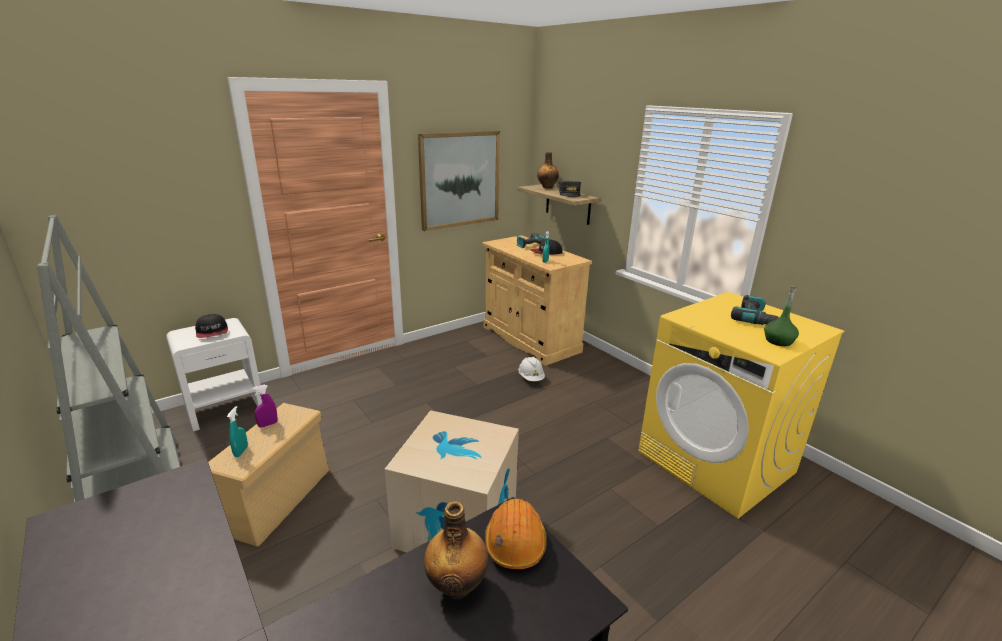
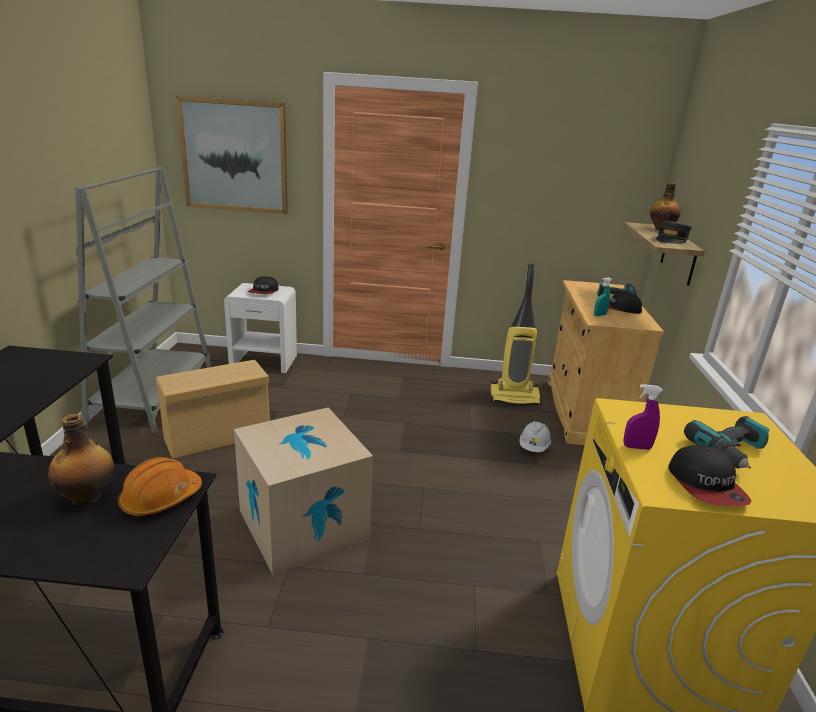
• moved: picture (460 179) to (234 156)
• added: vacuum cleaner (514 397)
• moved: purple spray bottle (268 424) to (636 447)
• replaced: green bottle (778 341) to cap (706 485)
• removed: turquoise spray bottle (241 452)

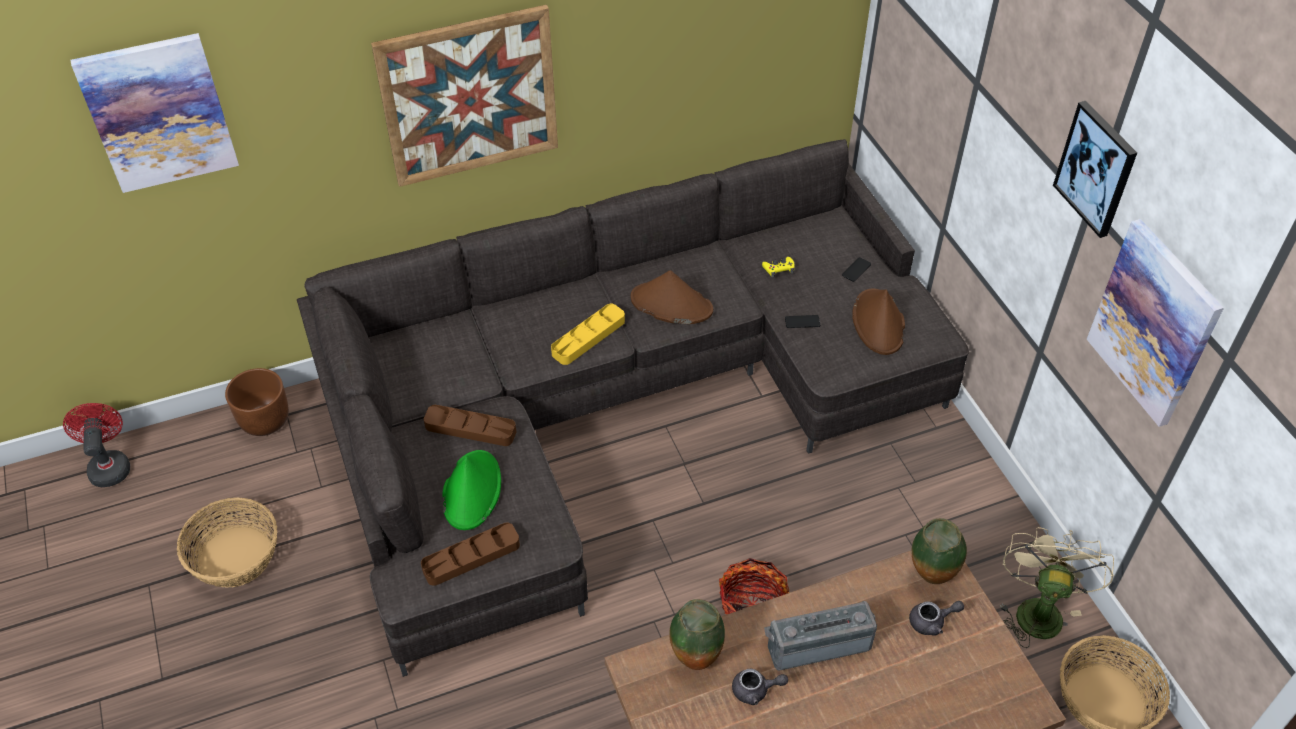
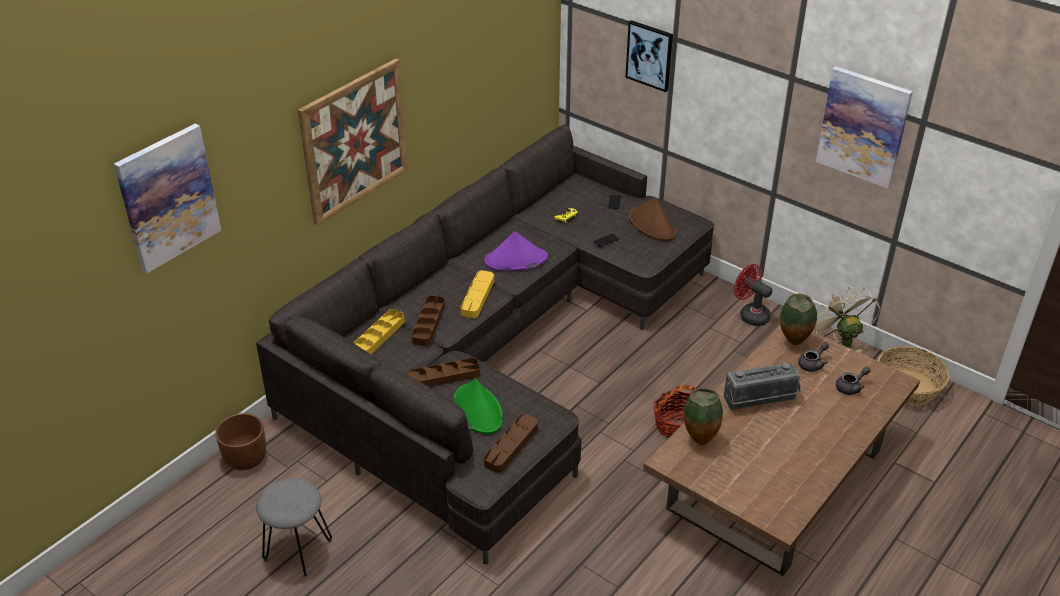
• replaced: basket (236 556) to grey stool (298 549)
• added: yellow tray (379 336)
• added: brown tray (428 323)
• recoloured: brown hat (671 304) to purple hat (515 260)
• moved: picture (1096 168) to (650 55)
• turned: radio (817 643) = (760 401) 150 degrees counterclockwise
• moved: red fan (109 465) to (750 315)
• moved: grey teapot (755 690) to (851 387)

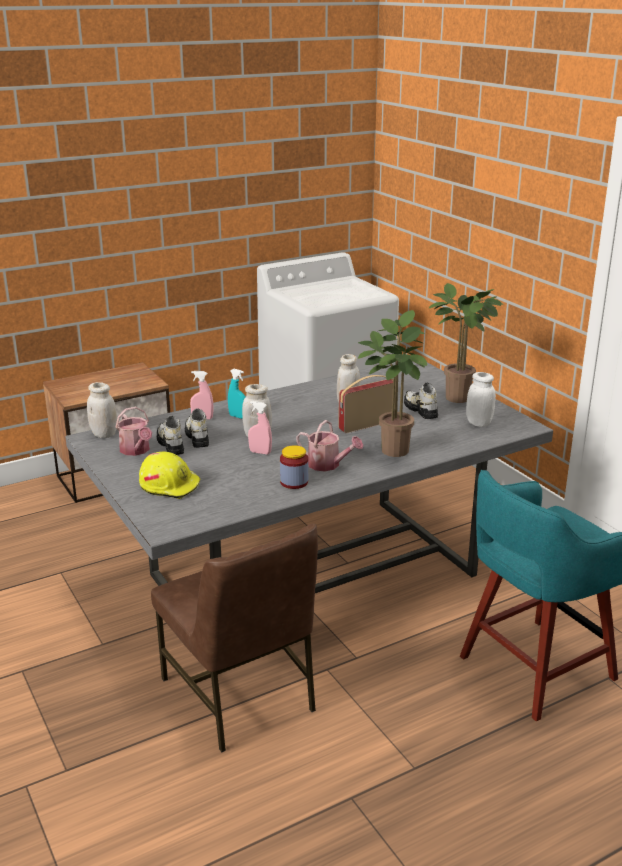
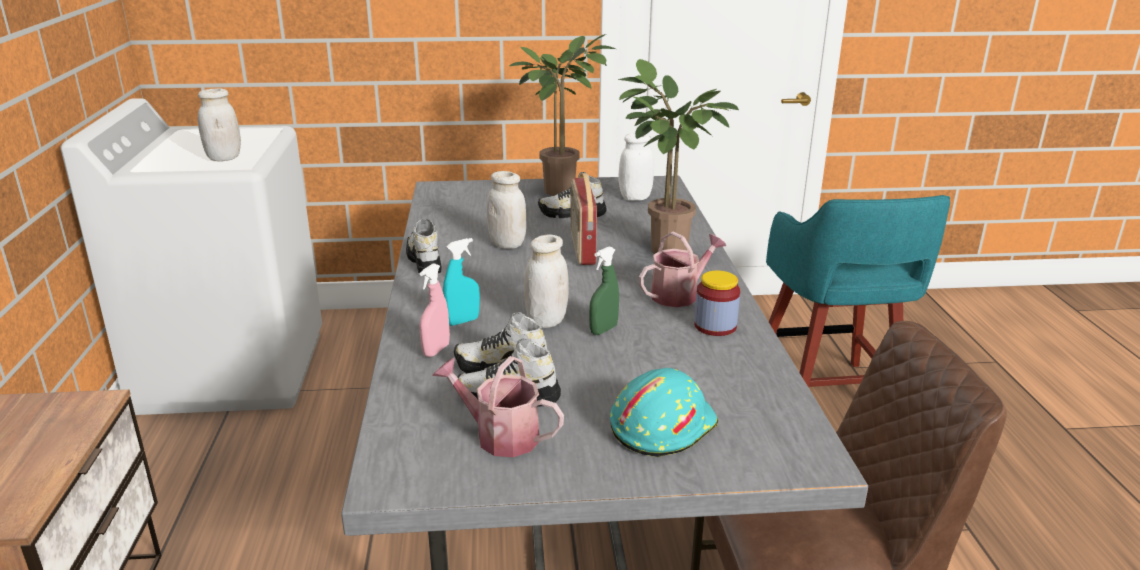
• moved: white jar (104 434) to (224 158)
• added: shoe (424 261)
• turned: watering can (136 450) = (499 436) 150 degrees counterclockwise
• recoloured: pink spray bottle (260 452) to green spray bottle (603 330)
• recoloured: yellow hard hat (170 485) to turquoise hard hat (661 426)

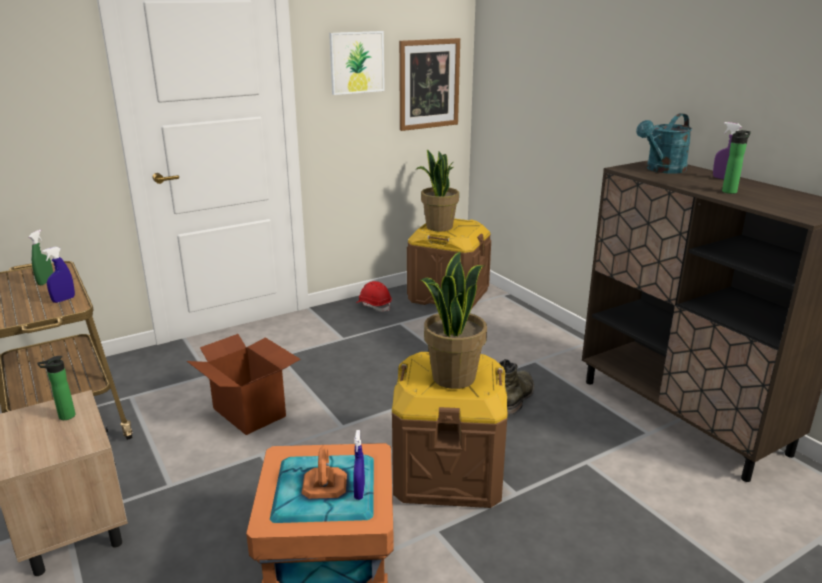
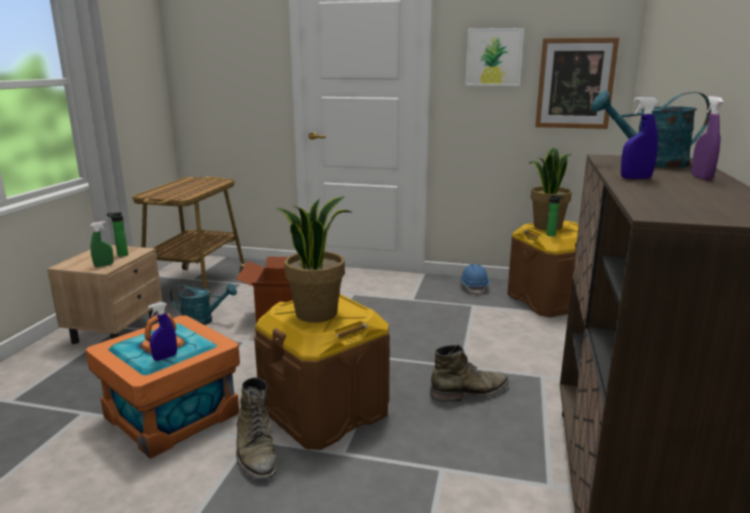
• moved: green spray bottle (45 282) to (104 265)
• added: turquoise watering can (203 321)
• added: green boot (256 451)
• recoloured: red hard hat (374 305) to blue hard hat (474 287)
• moved: bottle (730 191) to (552 235)
• moved: blue spray bottle (63 300) to (635 178)

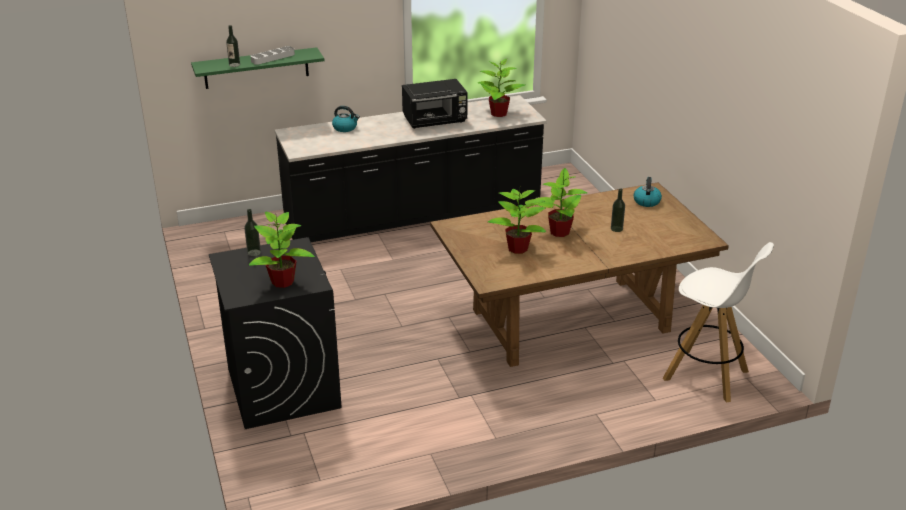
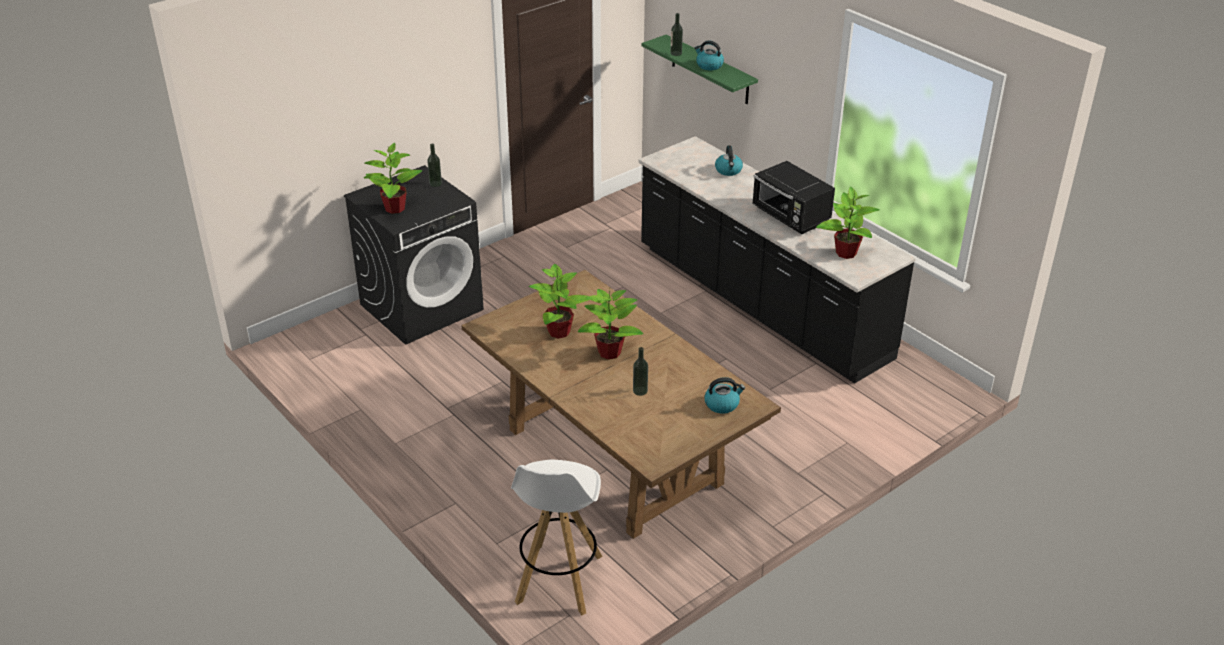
• replaced: grey tray (273 58) to kettle (709 65)

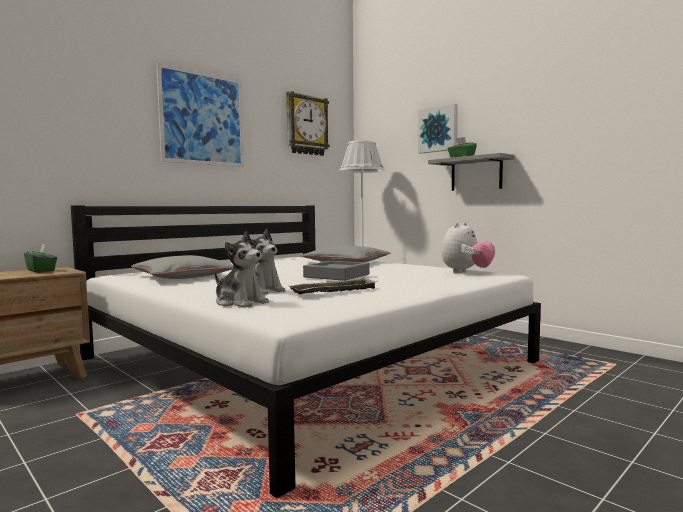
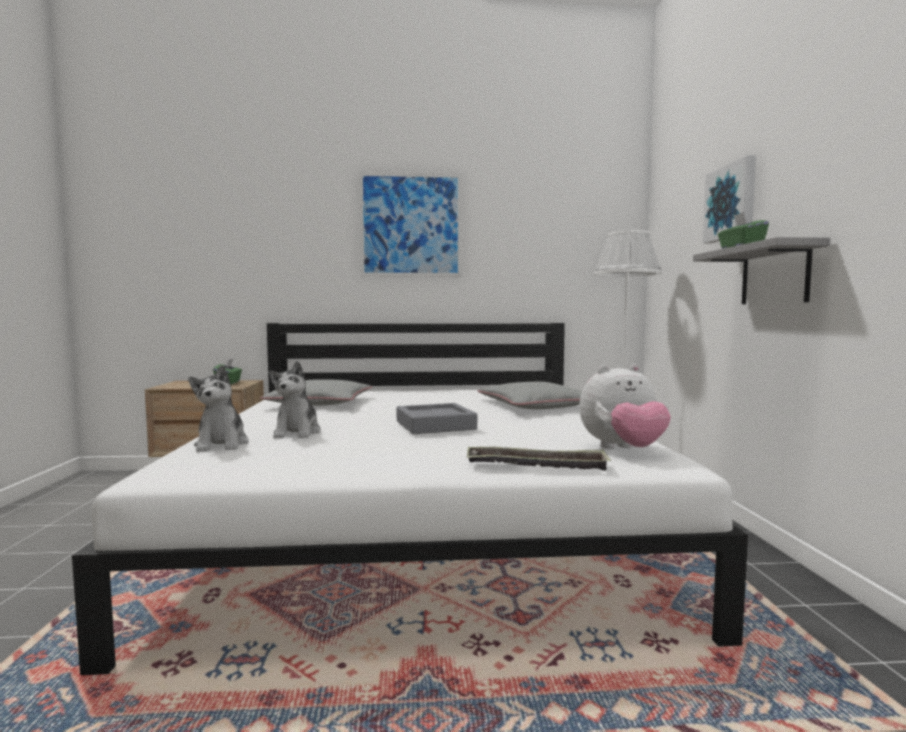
• moved: tray (334 292) to (536 465)
• removed: wall clock (306 125)

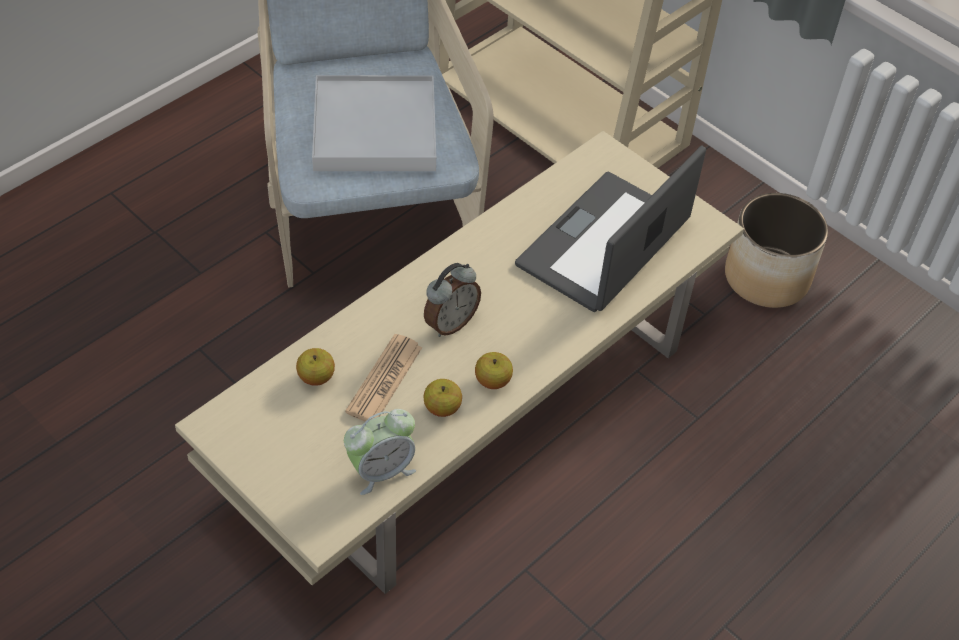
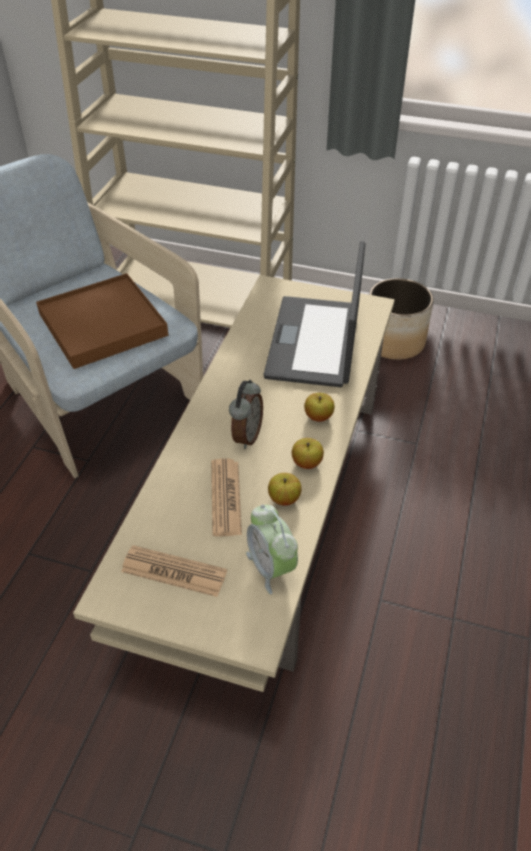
• recoloured: white tray (375 129) to brown tray (103 324)
• added: newspaper (174 571)
• turned: alarm clock (381 470) = (271 567) 120 degrees clockwise
• moved: apple (316 377) to (318 416)

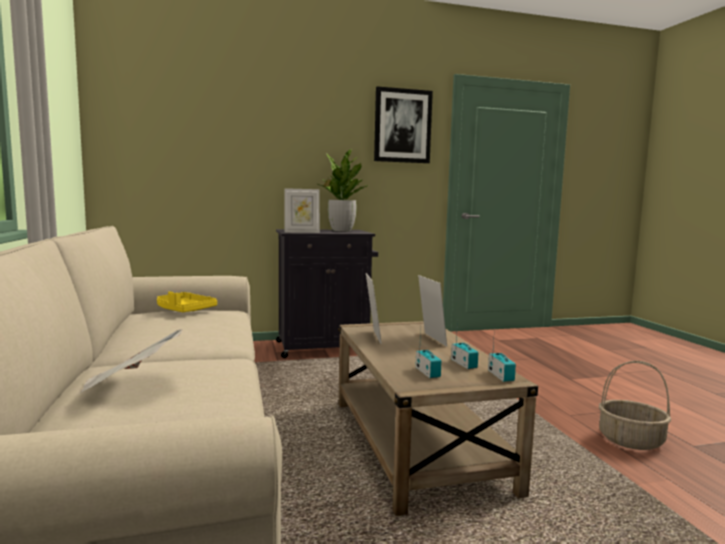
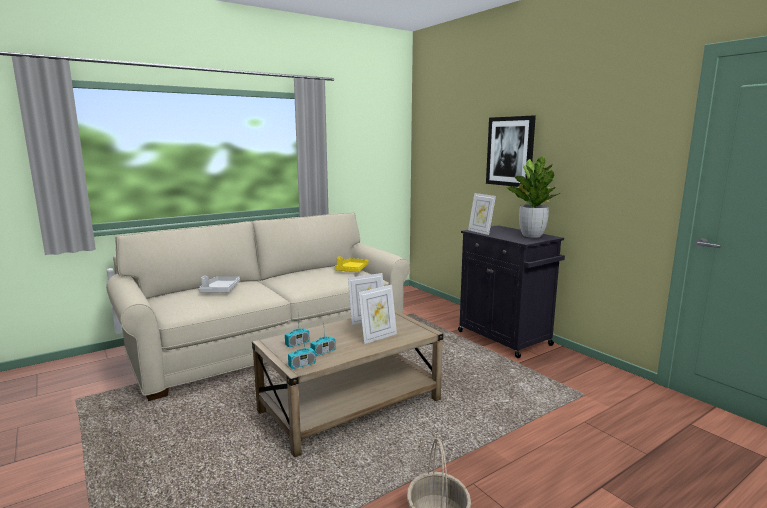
• replaced: newspaper (130 387) to grey tray (220 290)
• moved: picture (402 126) to (510 151)

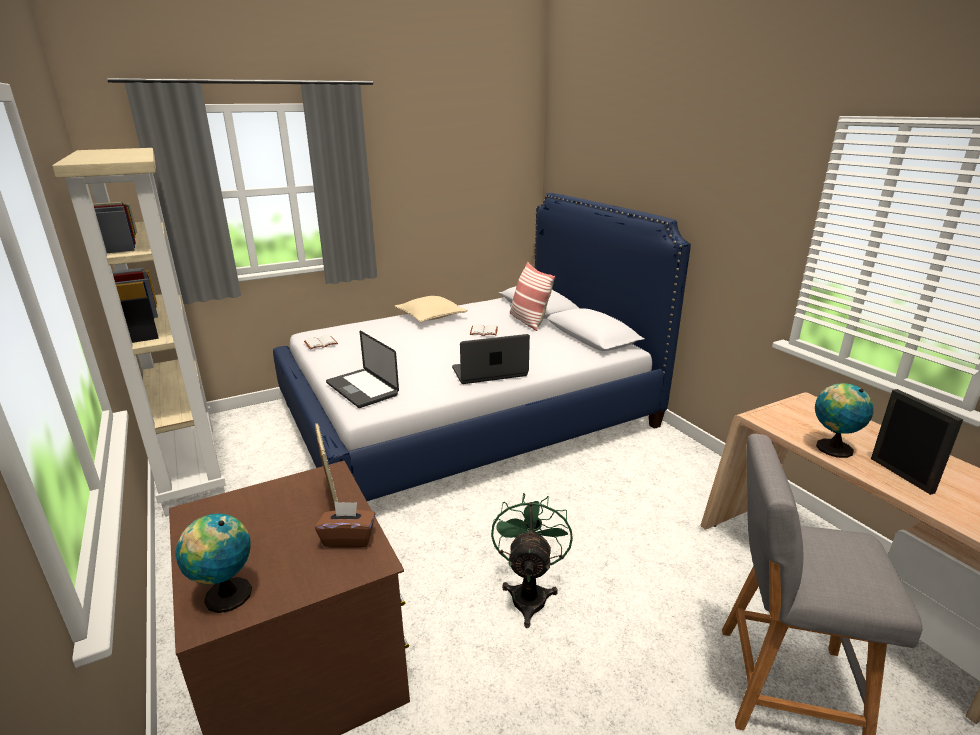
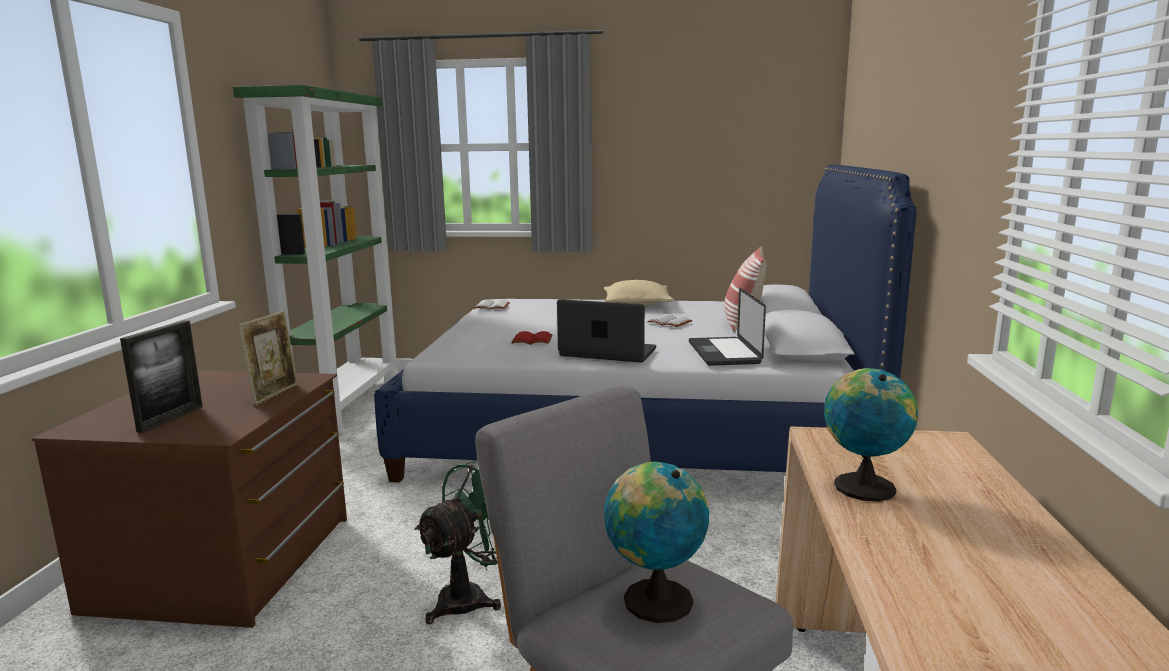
• moved: picture frame (901 475) to (171 419)
• recoloured: beige bookcase (189 466) to green bookcase (345 403)
• added: red book (531 340)
• moved: globe (225 595) to (653 599)
• moved: laptop (362 389) to (723 353)
• removed: brown tissue box (348 538)

